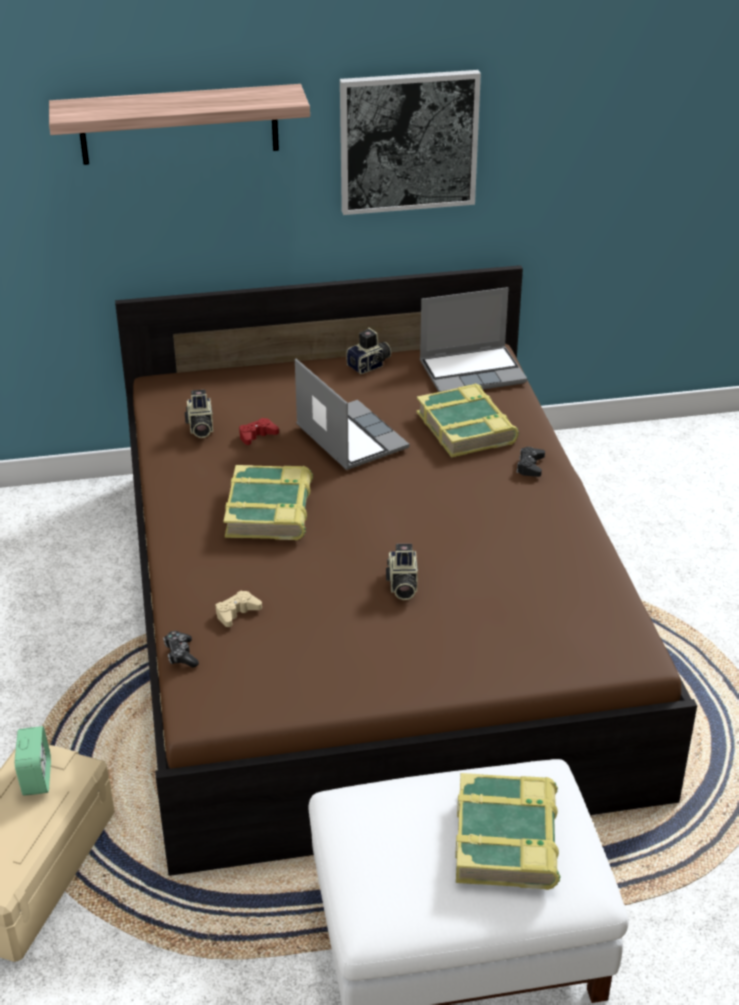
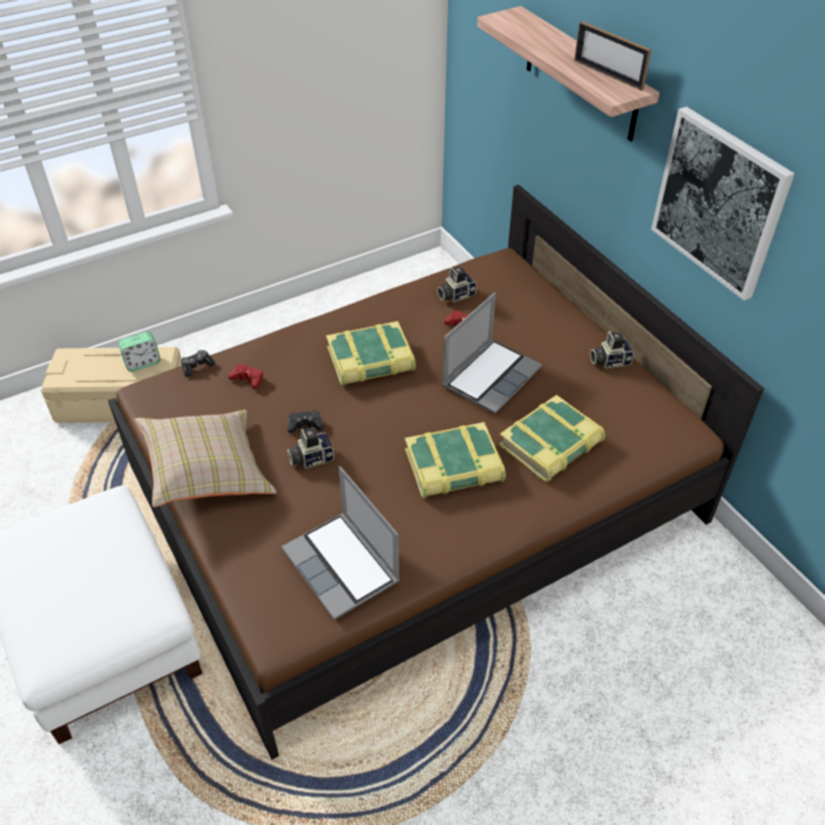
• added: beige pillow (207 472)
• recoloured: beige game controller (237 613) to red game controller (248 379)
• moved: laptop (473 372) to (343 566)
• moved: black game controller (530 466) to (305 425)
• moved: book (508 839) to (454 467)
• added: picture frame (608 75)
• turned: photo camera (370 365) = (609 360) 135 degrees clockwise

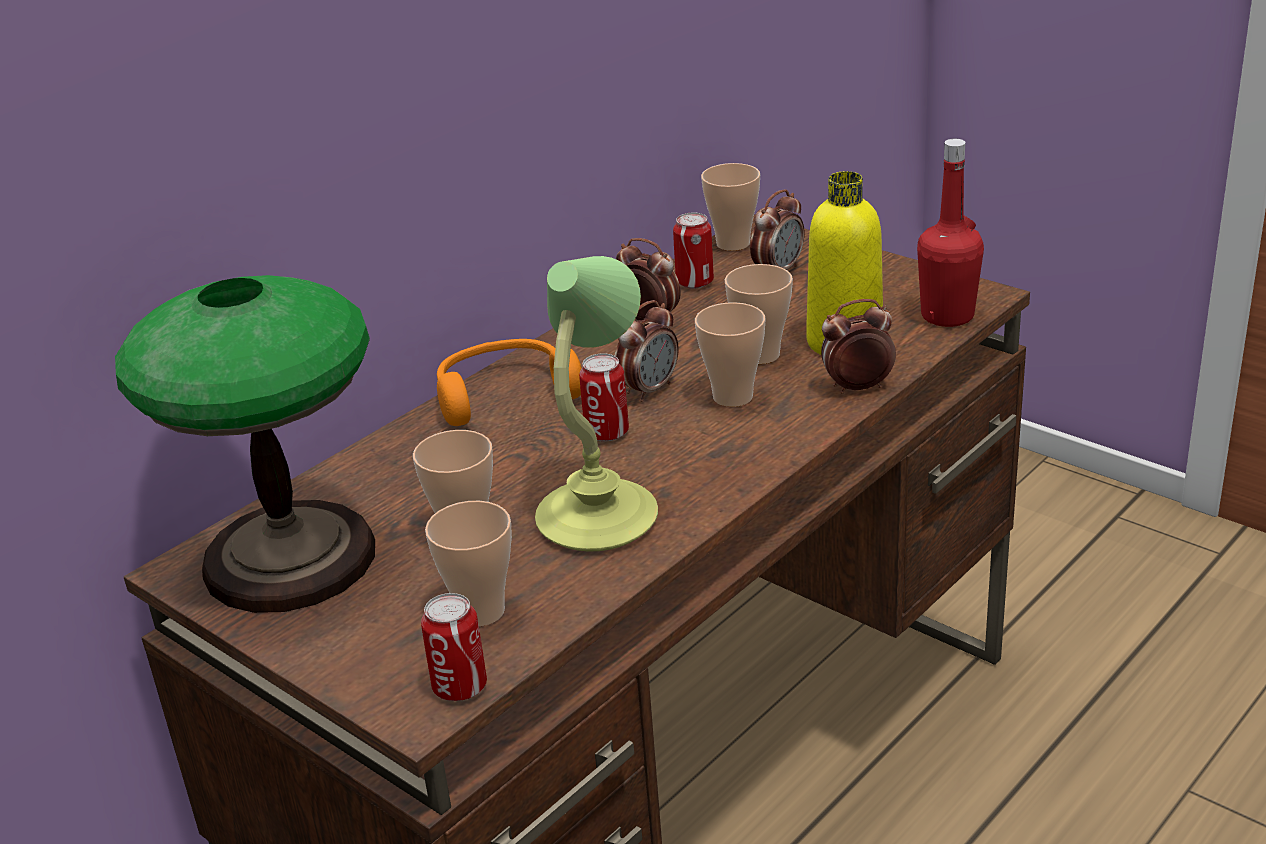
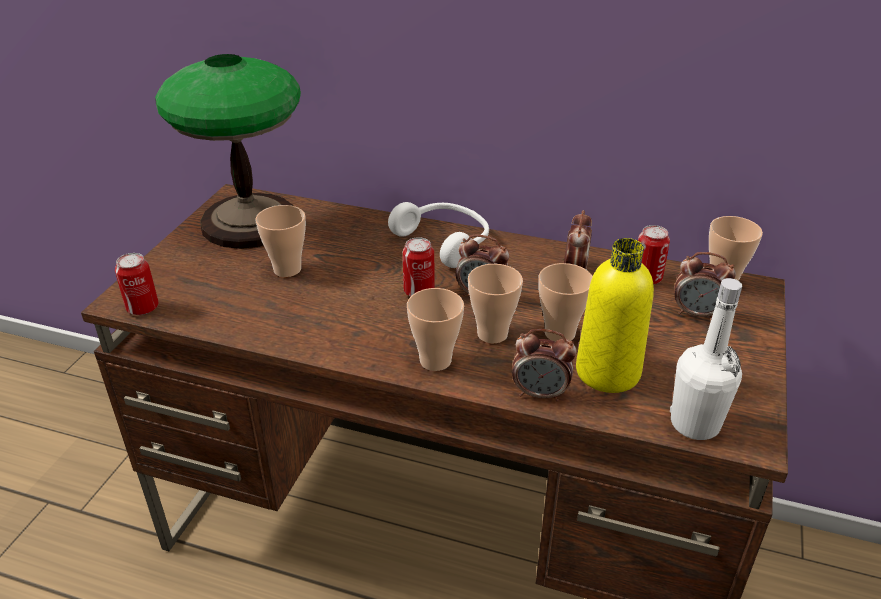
• recoloured: orange headphones (504 394) to white headphones (445 241)
• moved: cup (480 611) to (435 360)
• turned: alarm clock (857 388) = (540 393) 135 degrees clockwise
• recoloured: red bottle (947 316) to white bottle (695 424)
• removed: table lamp (600 516)

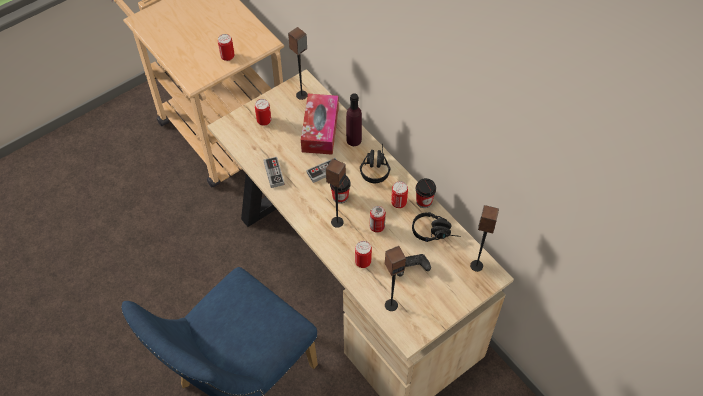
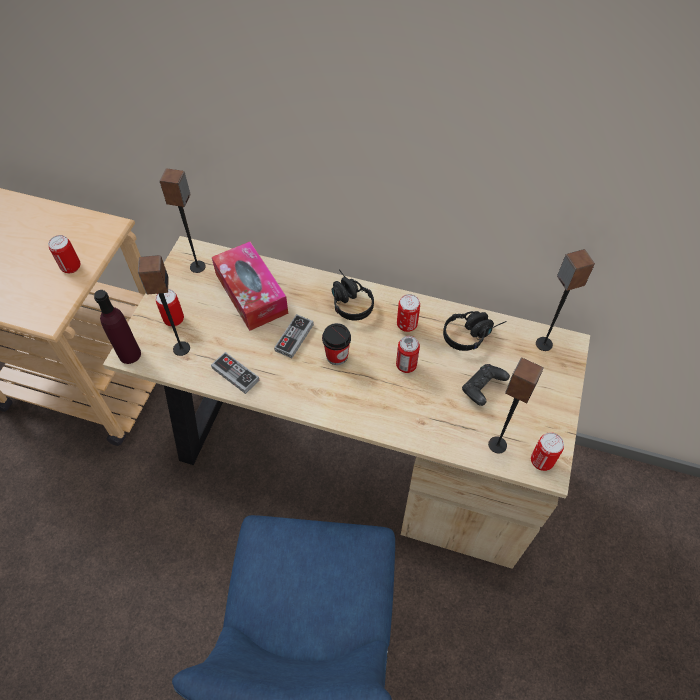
• moved: purple bottle (353 140) to (129 354)
• moved: speaker (337 222) to (181 348)
• moved: can (363 262) to (541 461)
• removed: cup (424 201)

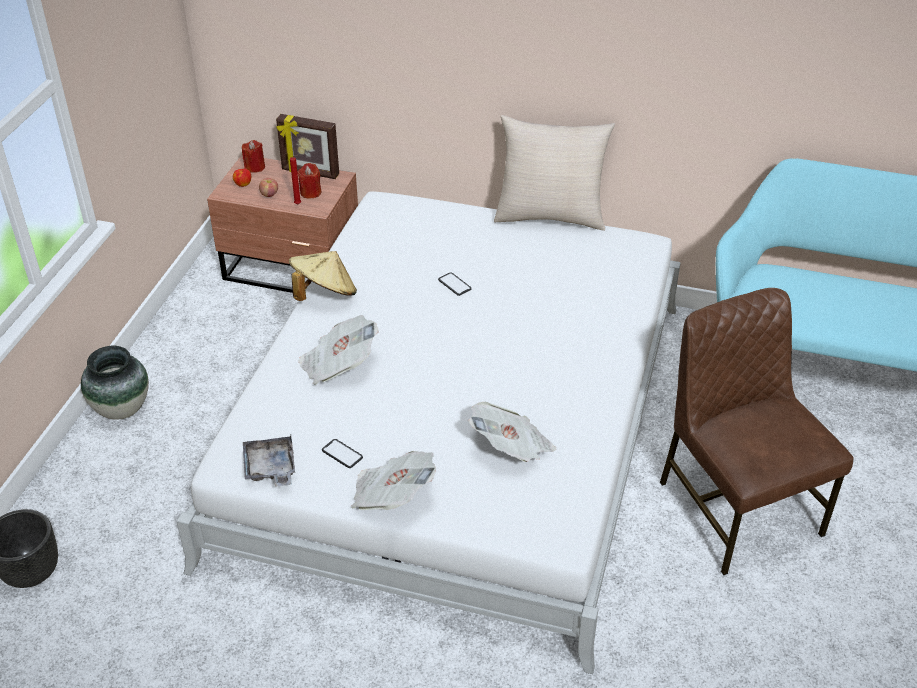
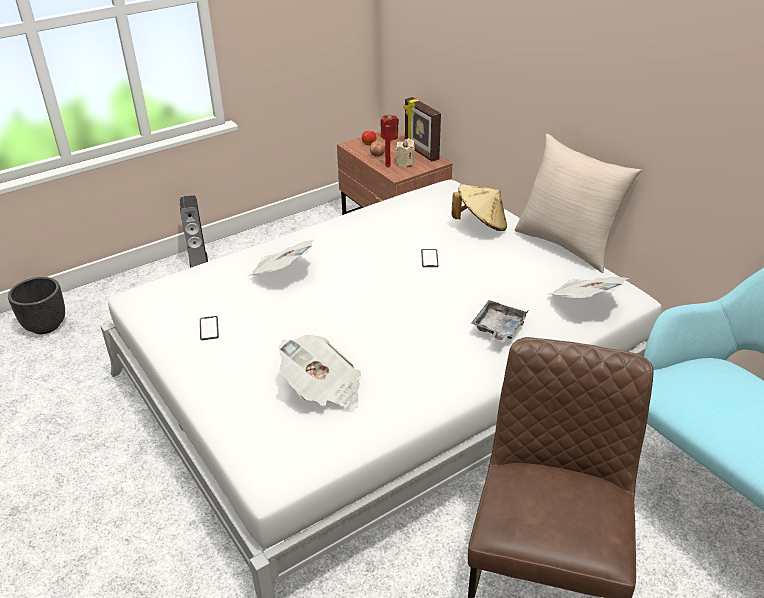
• replaced: vase (121 408) to speaker (198 261)
• recoloured: red candle (310 192) to beige candle (405 163)
• moved: beige hat (324 294) to (480 225)
• moved: grey tray (270 468) to (498 328)
• moved: newspaper (392 496) to (584 302)

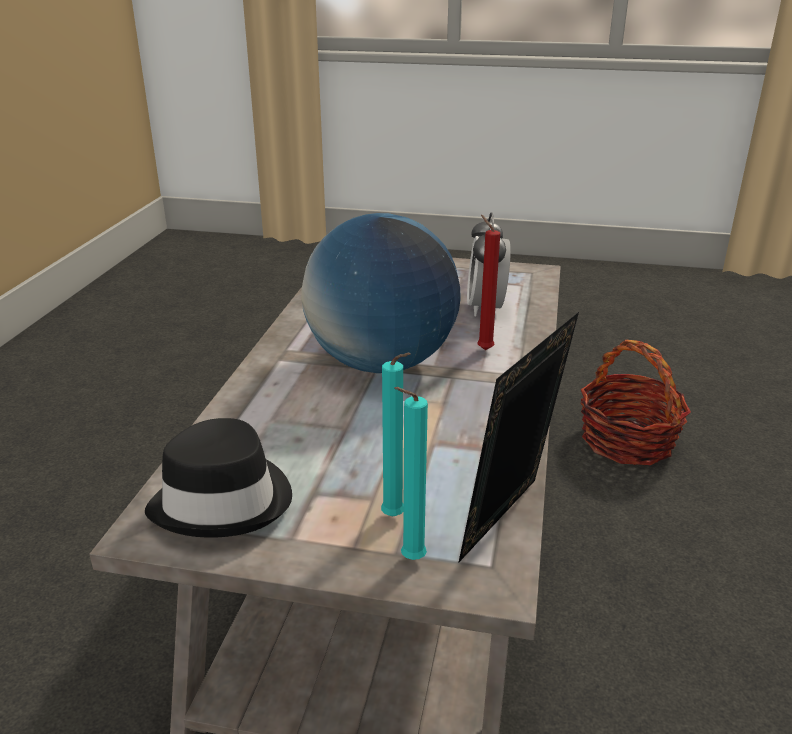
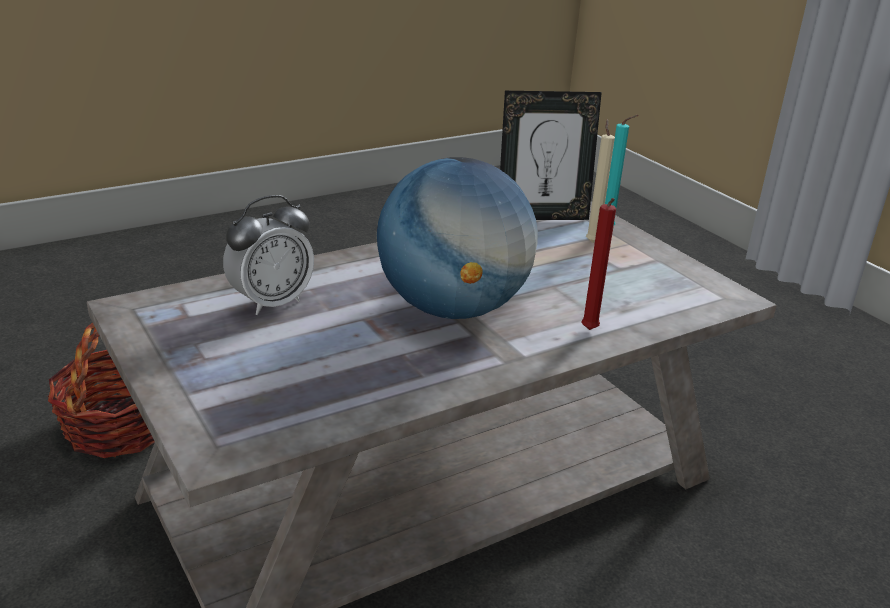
• moved: red candle (483 349) to (589 331)
• recoloured: turquoise candle (395 518) to beige candle (592 241)
• removed: black hat (224 500)

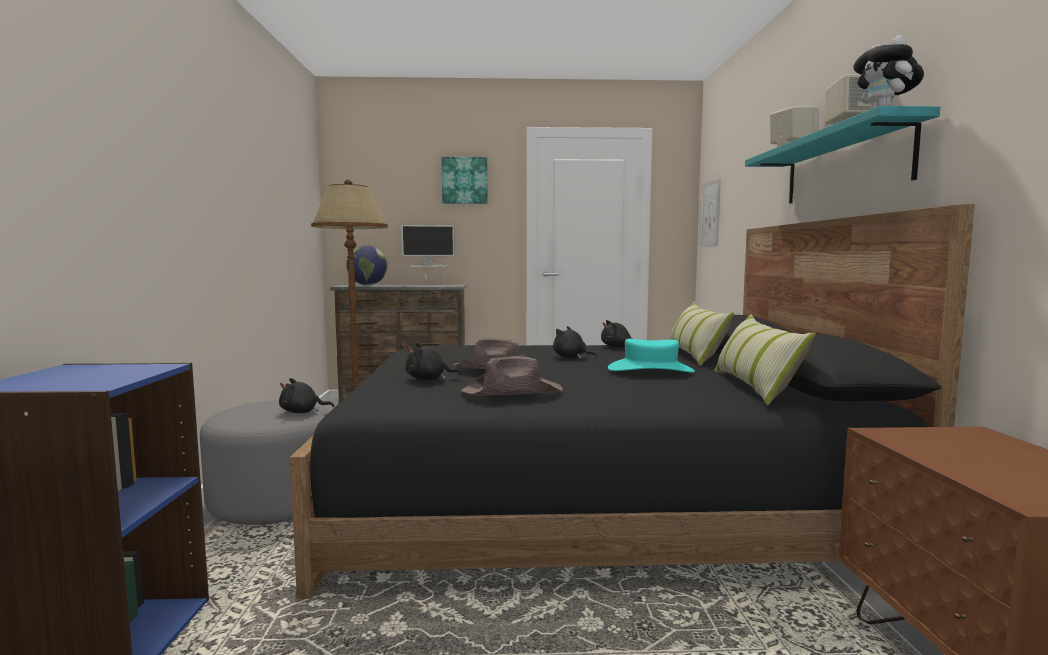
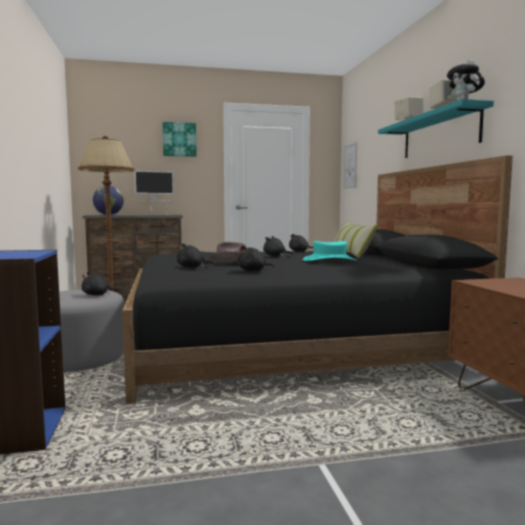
• replaced: brown hat (513 392) to black plush toy (253 271)
• removed: pillow (754 386)

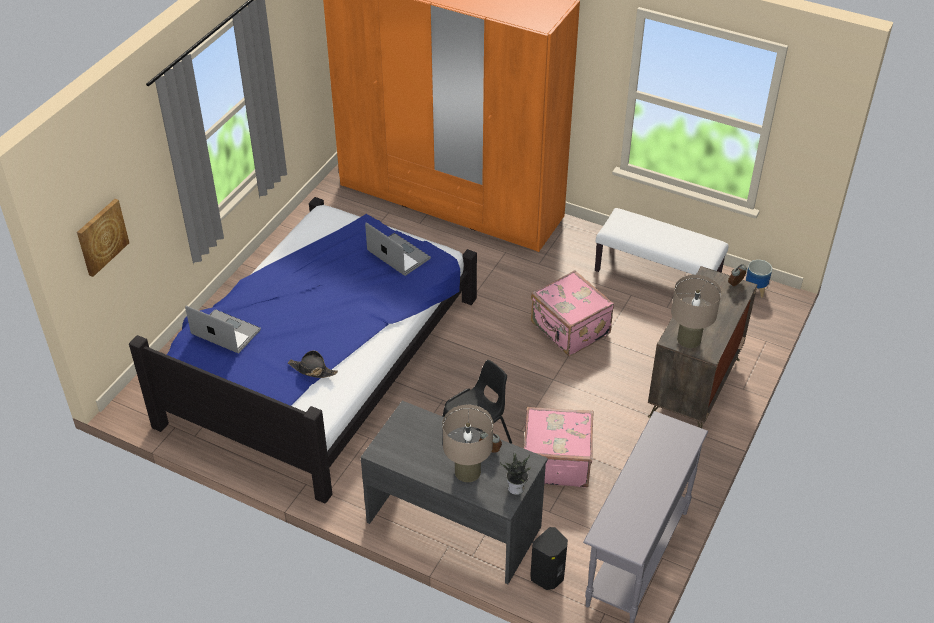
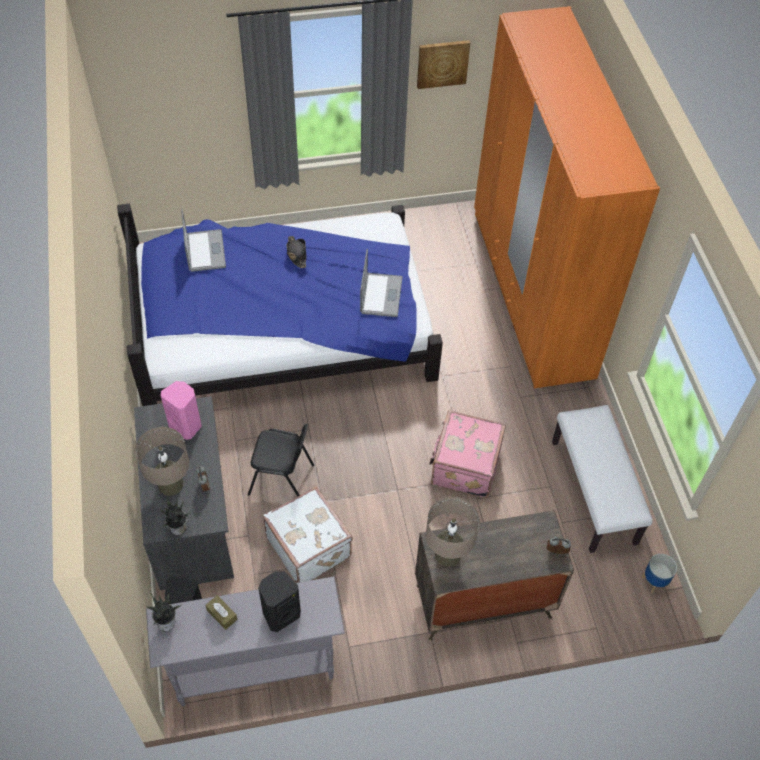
• added: potted plant (167 622)
• added: pink speaker (186 425)
• added: brown tissue box (222 614)
• added: black speaker (280 614)
• recoloured: pink suitcase (555 461) to white suitcase (309 546)
• moved: black hat (312 370) to (296 254)
• moved: picture (101 237) to (442 63)

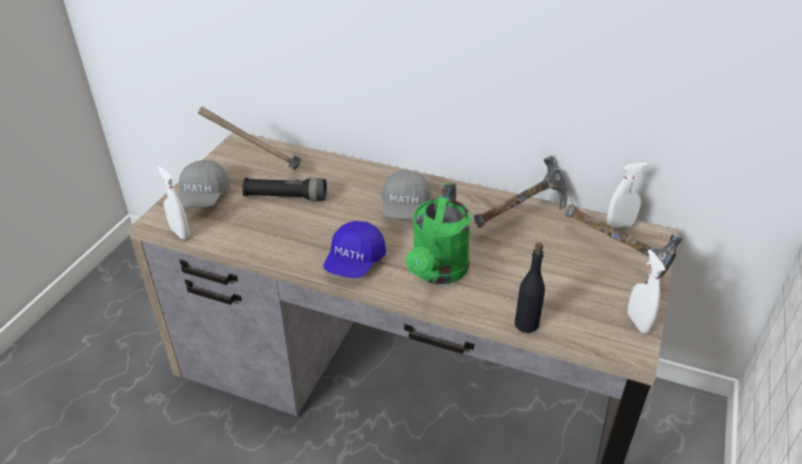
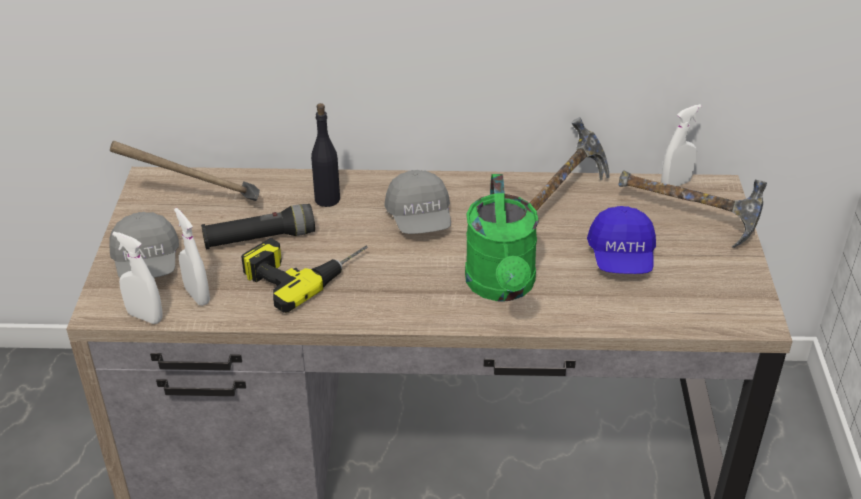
• moved: white spray bottle (638 322) to (197 295)
• added: power drill (303 270)
• moved: black bottle (526 324) to (327 199)
• moved: blue cap (354 262) to (621 257)

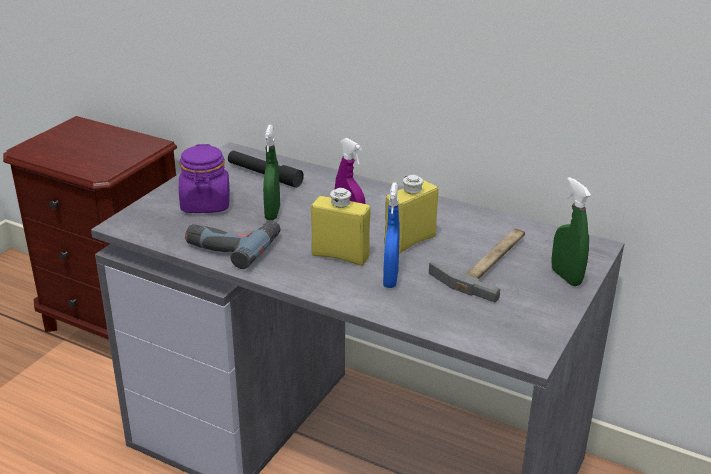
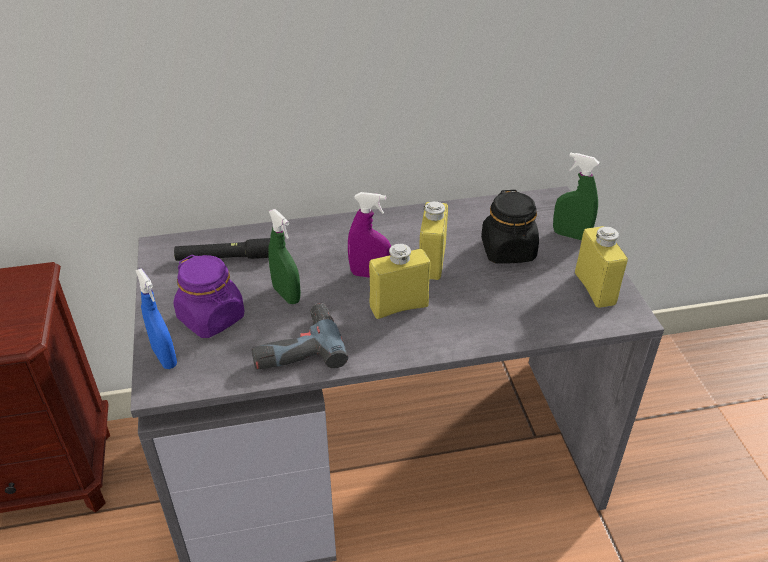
• moved: blue spray bottle (390 279) to (164 357)
• replaced: hammer (488 262) to black jar (508 251)
• added: yellow bottle (594 289)

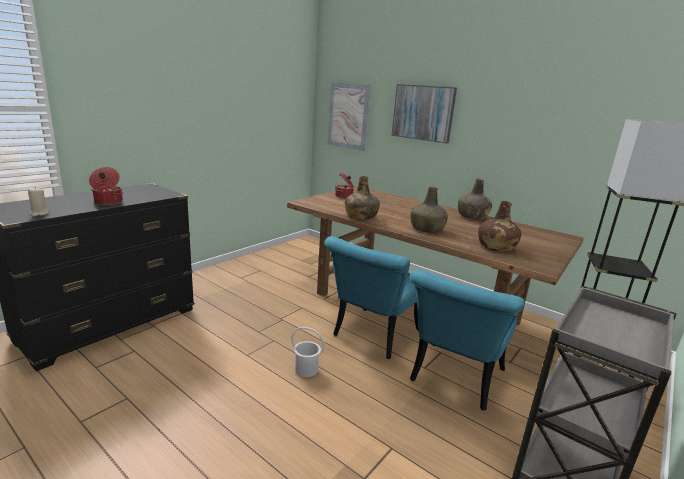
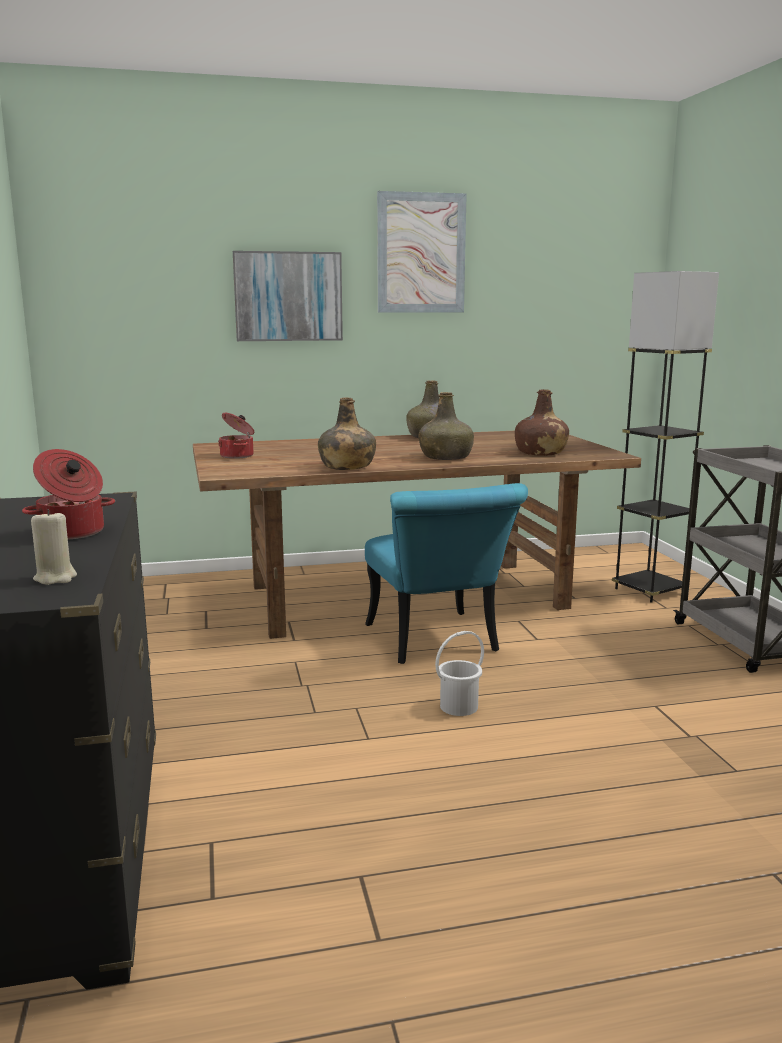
• moved: picture (348 116) to (421 253)
• removed: turquoise chair (453 380)

